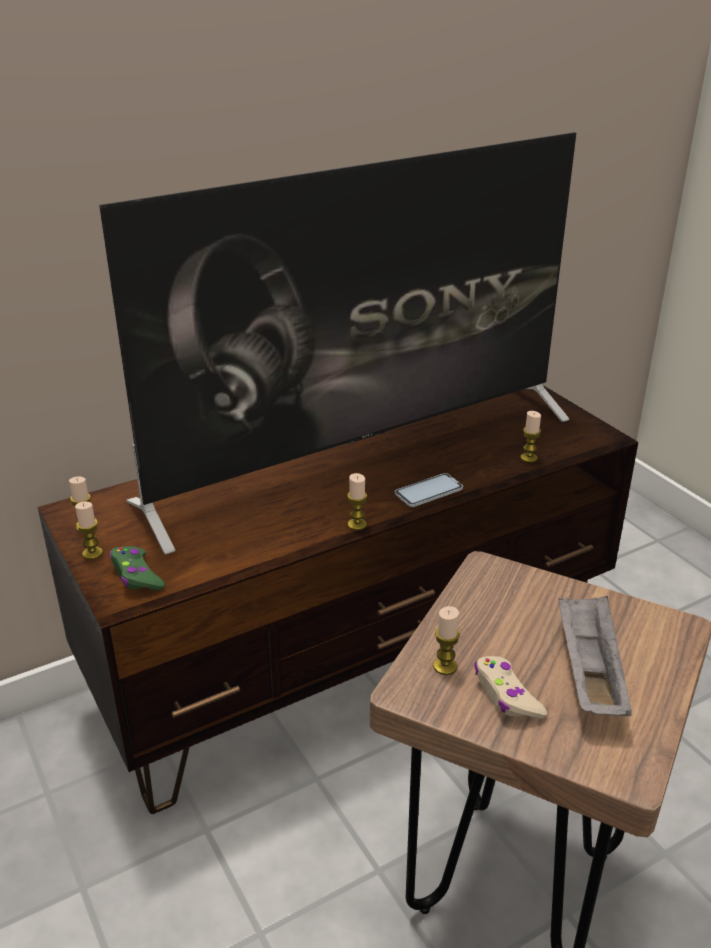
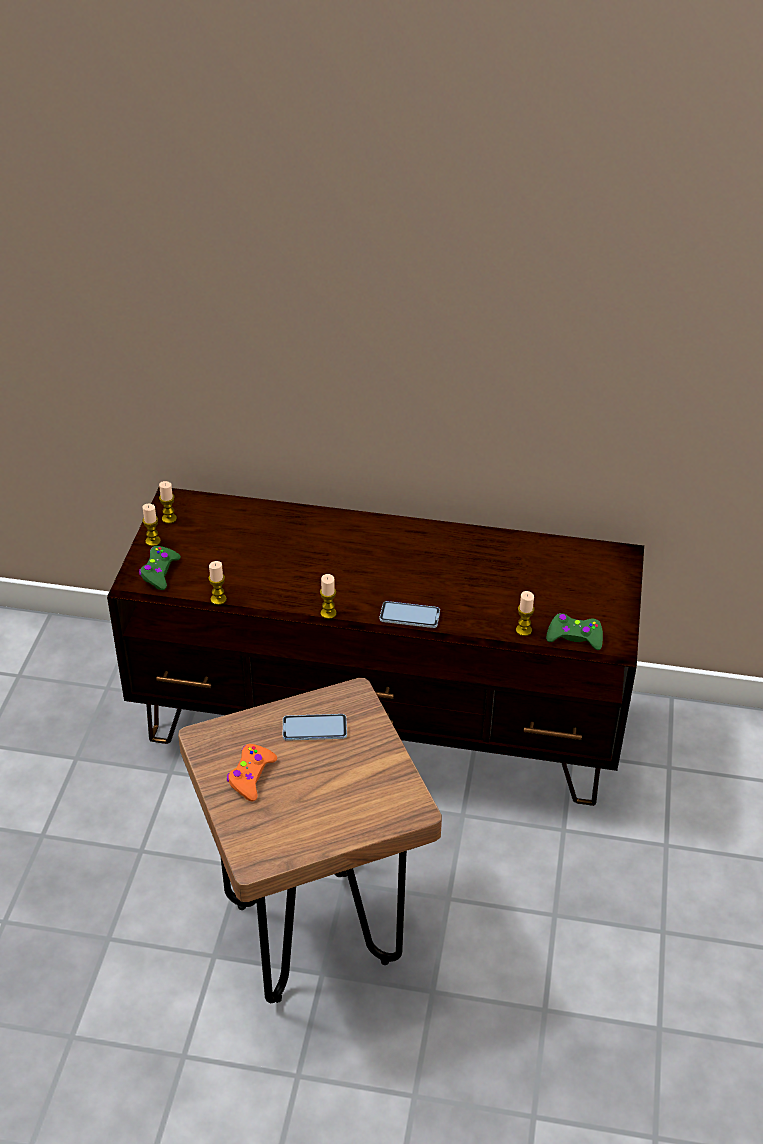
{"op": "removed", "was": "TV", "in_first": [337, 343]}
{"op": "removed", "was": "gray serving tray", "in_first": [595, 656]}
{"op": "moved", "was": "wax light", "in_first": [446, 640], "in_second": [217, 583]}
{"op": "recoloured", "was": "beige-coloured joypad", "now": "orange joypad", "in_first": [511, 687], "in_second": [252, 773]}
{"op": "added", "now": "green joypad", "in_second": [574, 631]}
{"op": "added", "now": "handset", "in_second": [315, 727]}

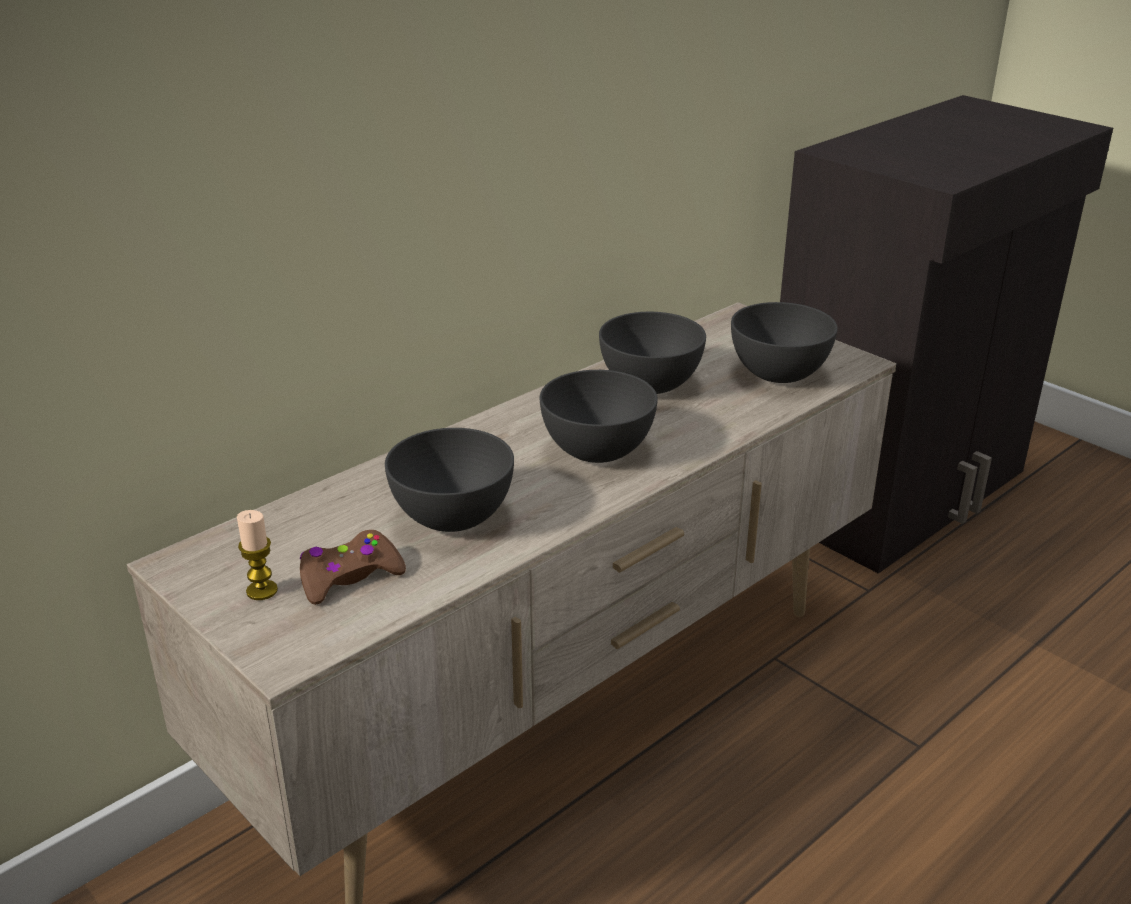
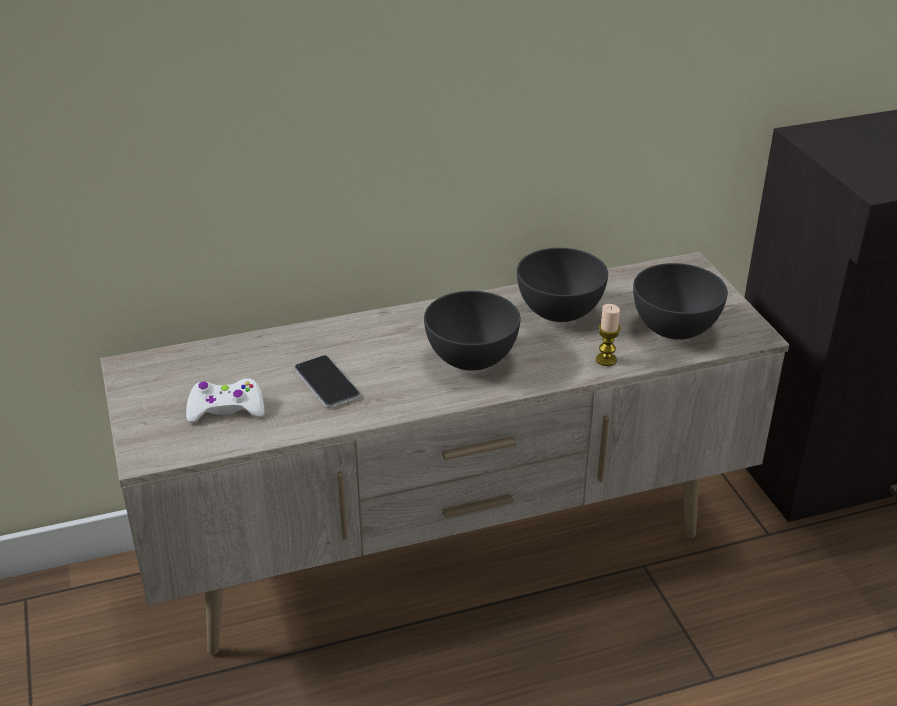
{"op": "replaced", "was": "gray deep dish", "now": "handset", "in_first": [449, 480], "in_second": [327, 381]}
{"op": "moved", "was": "wax light", "in_first": [257, 555], "in_second": [608, 335]}
{"op": "recoloured", "was": "brown joypad", "now": "whitish joypad", "in_first": [353, 567], "in_second": [225, 400]}

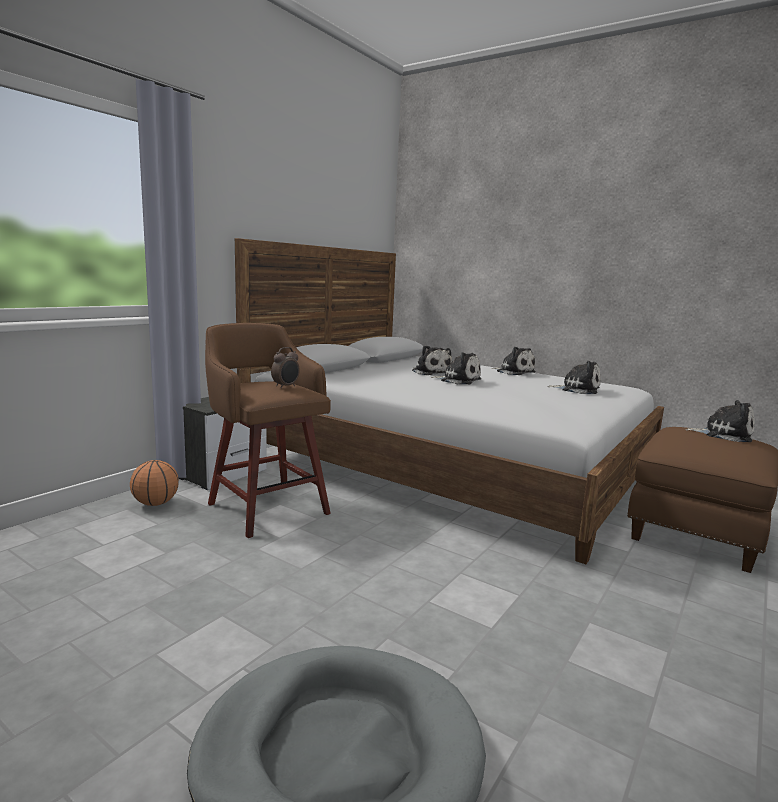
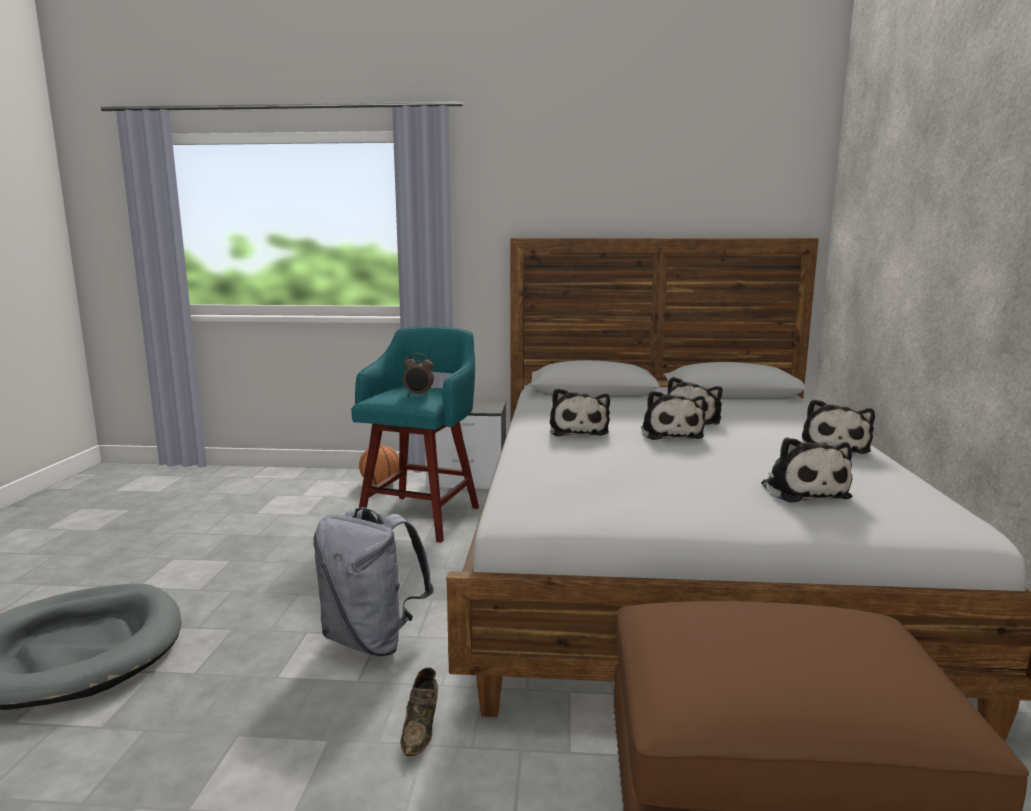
{"op": "recoloured", "was": "brown stool seat", "now": "turquoise stool seat", "in_first": [268, 430], "in_second": [415, 434]}
{"op": "moved", "was": "cuddly toy", "in_first": [720, 421], "in_second": [580, 412]}
{"op": "added", "now": "gray knapsack", "in_second": [373, 581]}
{"op": "added", "now": "brown shoe", "in_second": [419, 712]}

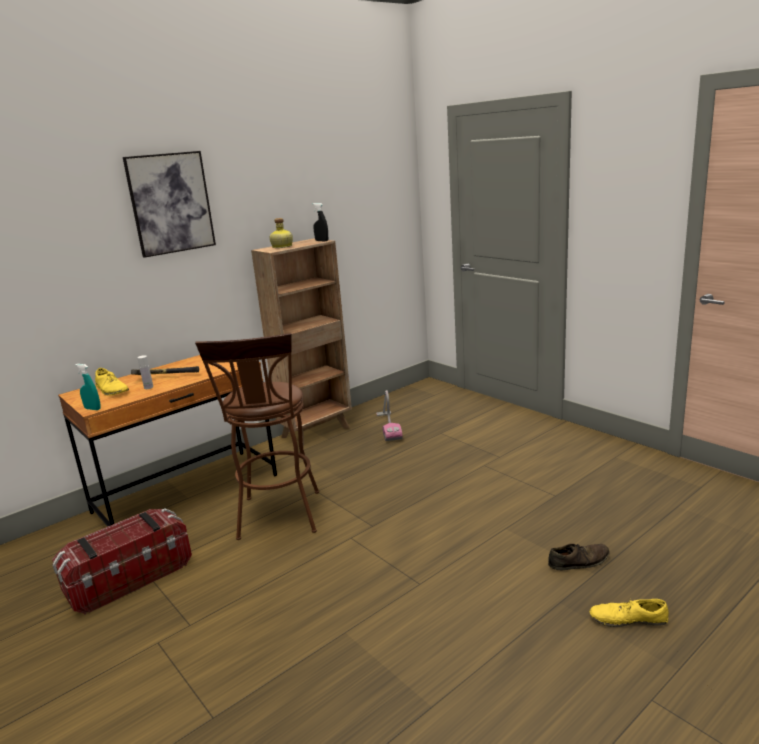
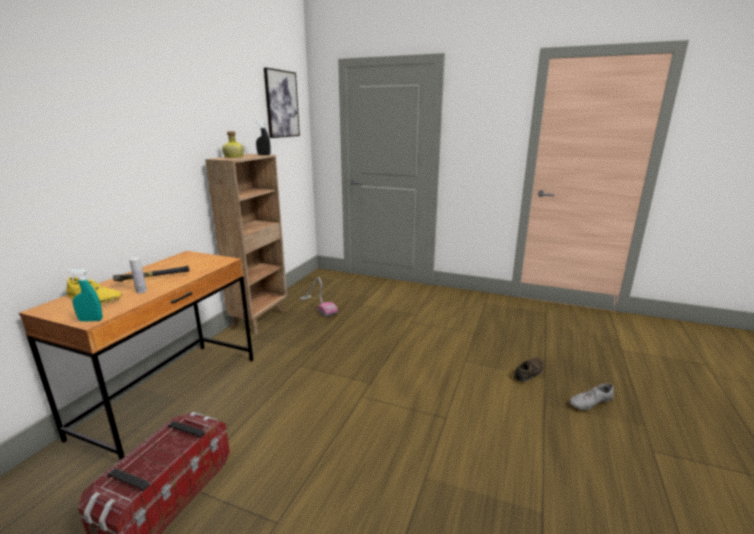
{"op": "moved", "was": "picture", "in_first": [169, 204], "in_second": [282, 103]}
{"op": "removed", "was": "brown stool seat", "in_first": [257, 436]}
{"op": "recoloured", "was": "yellow shoe", "now": "gray shoe", "in_first": [629, 613], "in_second": [591, 397]}

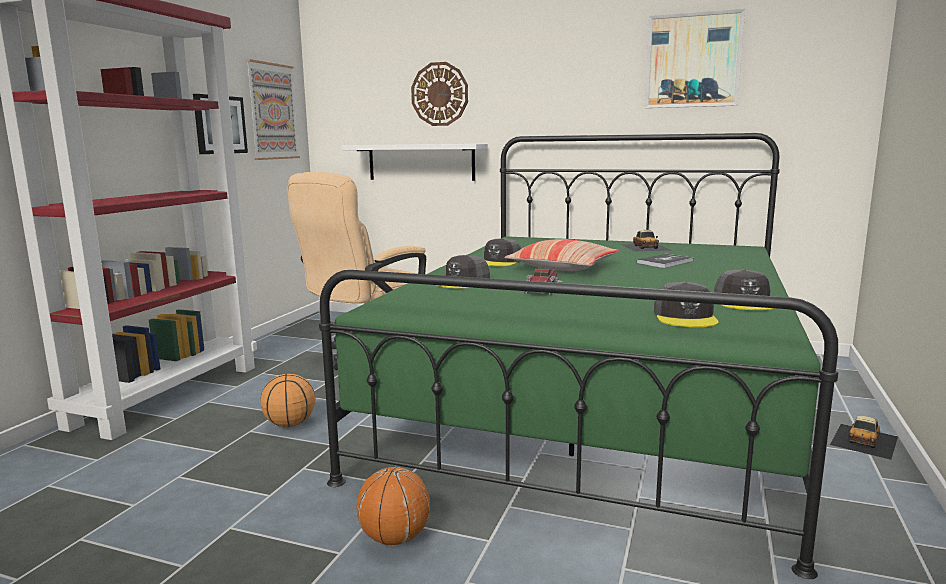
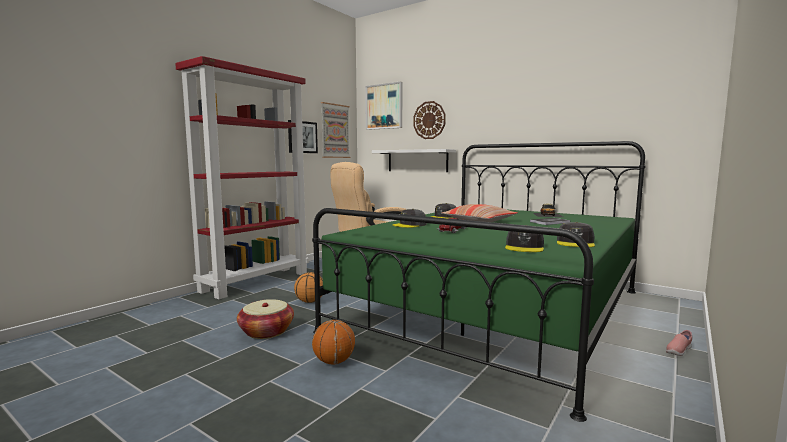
{"op": "moved", "was": "picture", "in_first": [695, 58], "in_second": [383, 105]}
{"op": "replaced", "was": "model car", "now": "pinkish shoe", "in_first": [864, 438], "in_second": [679, 343]}
{"op": "added", "now": "basket", "in_second": [265, 319]}

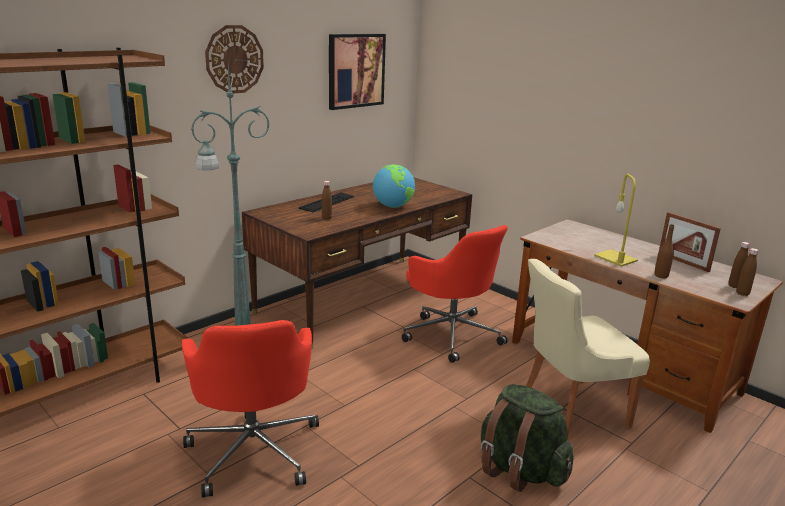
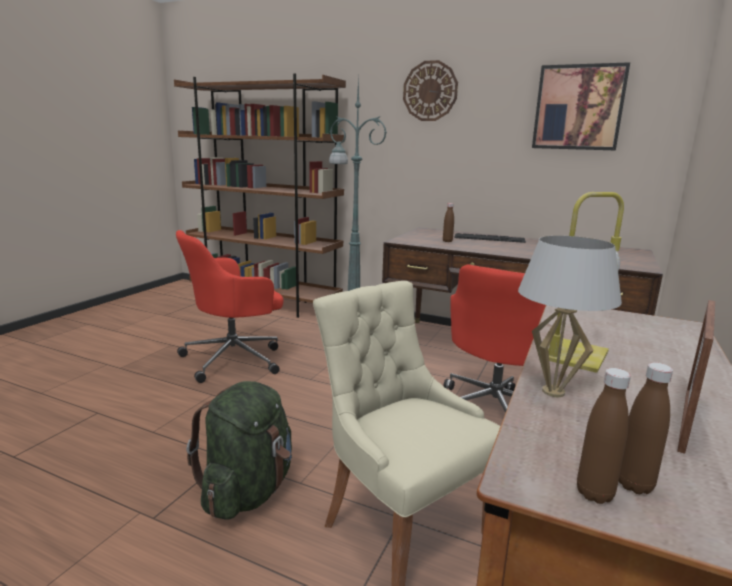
{"op": "removed", "was": "globe", "in_first": [394, 186]}
{"op": "replaced", "was": "brown bottle", "now": "whitish tabletop lamp", "in_first": [664, 251], "in_second": [570, 316]}

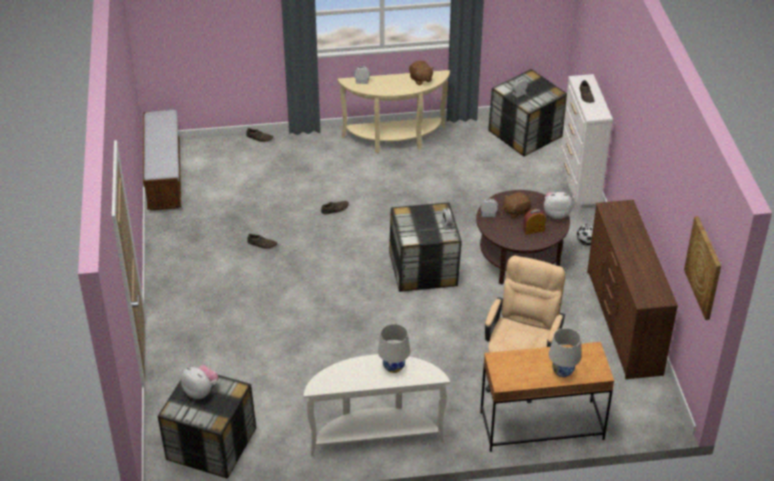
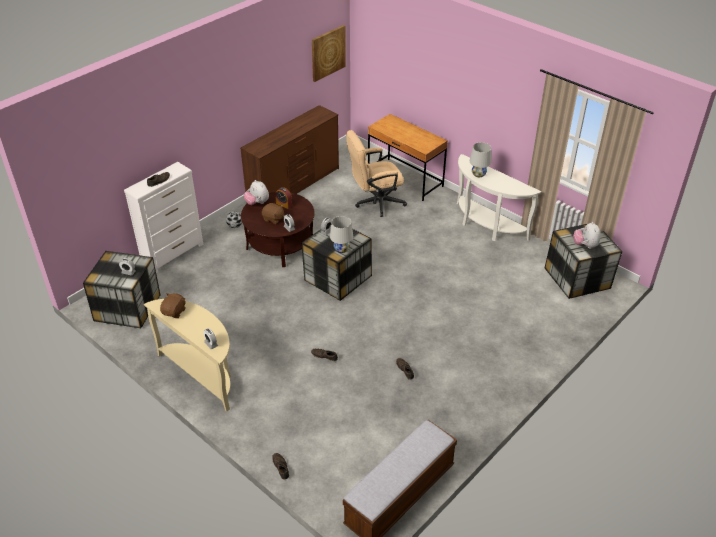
{"op": "moved", "was": "whitish tabletop lamp", "in_first": [565, 352], "in_second": [341, 234]}

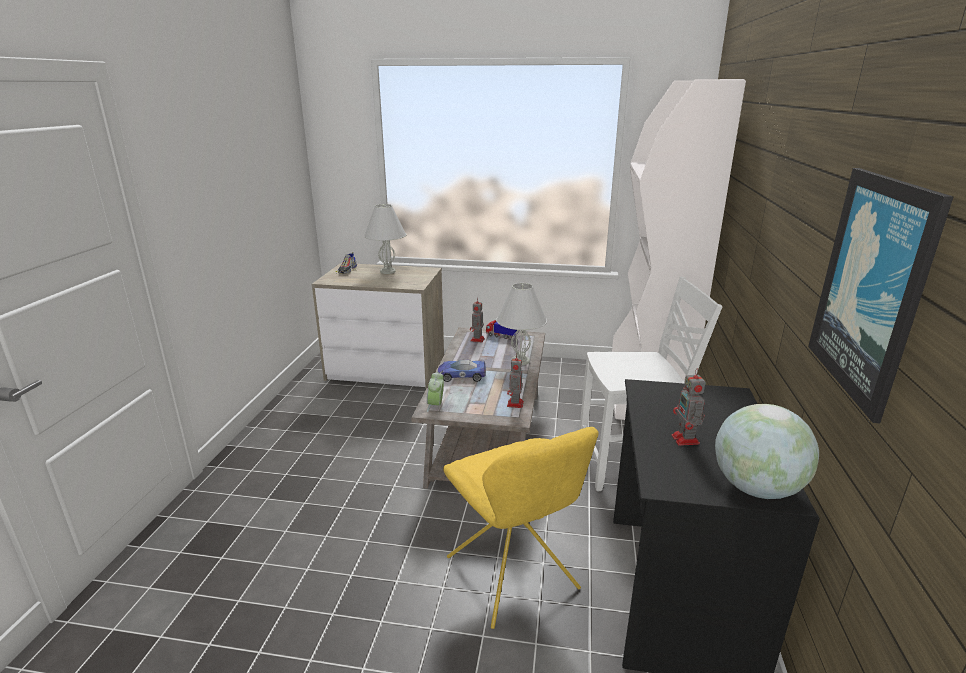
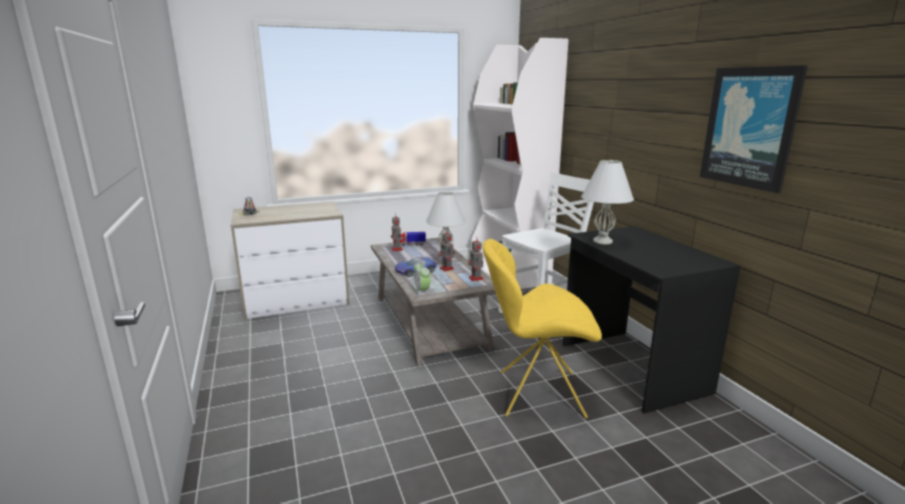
{"op": "moved", "was": "whitish tabletop lamp", "in_first": [385, 239], "in_second": [607, 202]}
{"op": "moved", "was": "toy robot", "in_first": [689, 407], "in_second": [446, 250]}
{"op": "removed", "was": "globe", "in_first": [767, 451]}
{"op": "turned", "was": "yellow upright chair", "in_first": [521, 528], "in_second": [542, 328], "clockwise": 150}

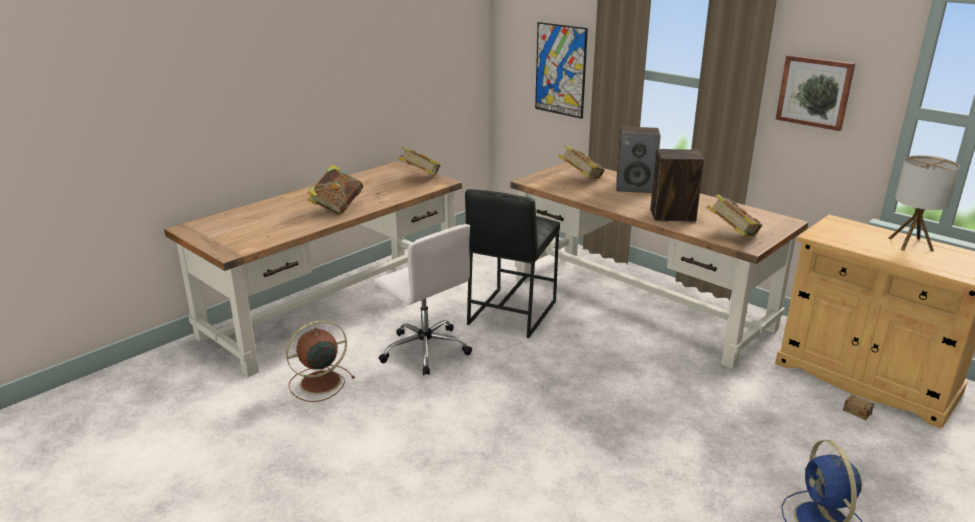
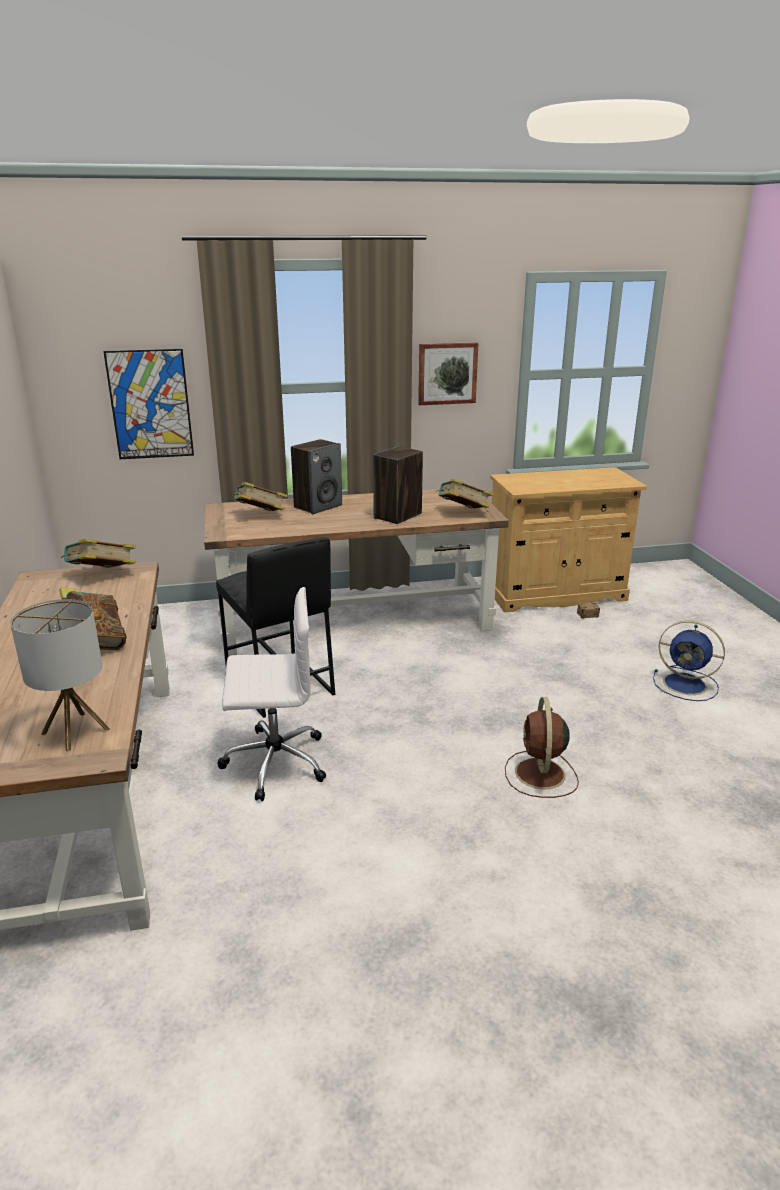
{"op": "moved", "was": "tabletop lamp", "in_first": [924, 203], "in_second": [60, 675]}
{"op": "moved", "was": "brown cooling fan", "in_first": [320, 361], "in_second": [542, 747]}

